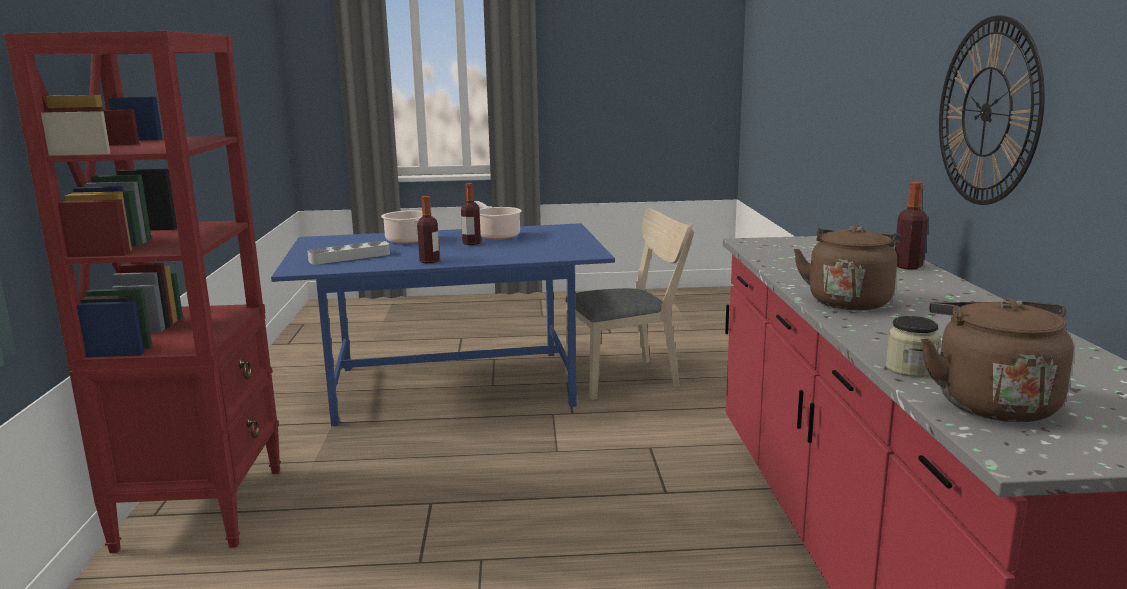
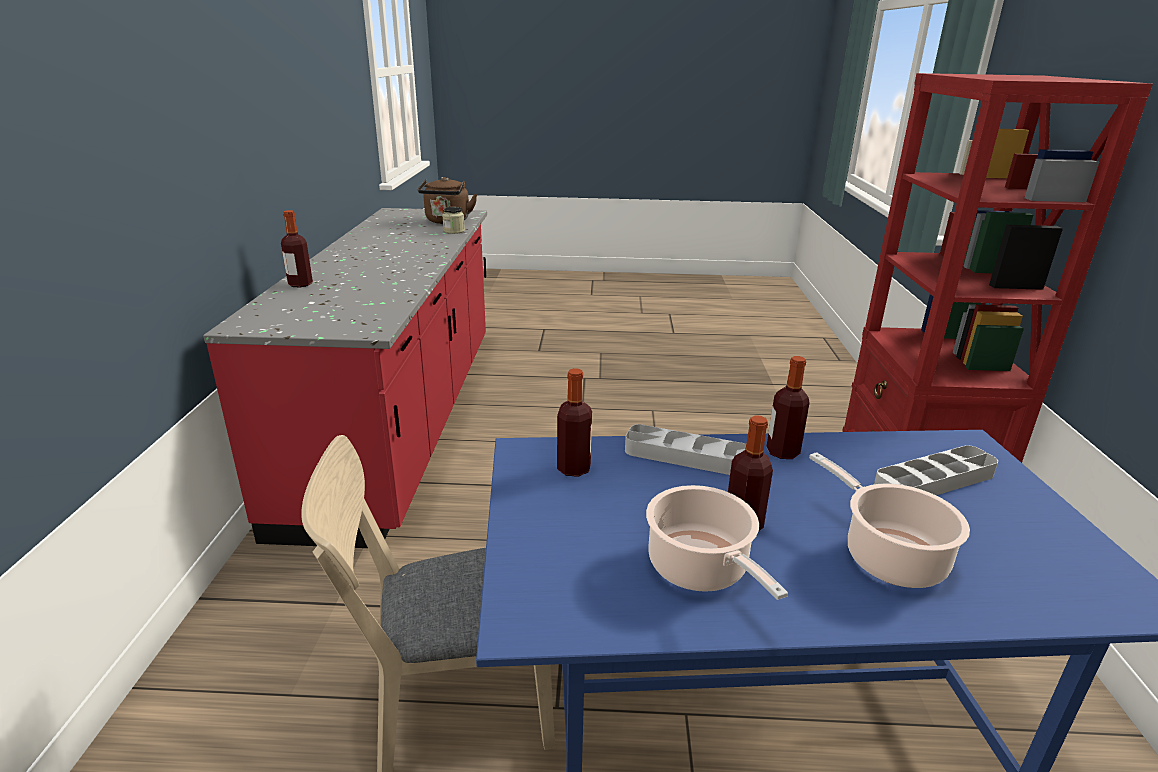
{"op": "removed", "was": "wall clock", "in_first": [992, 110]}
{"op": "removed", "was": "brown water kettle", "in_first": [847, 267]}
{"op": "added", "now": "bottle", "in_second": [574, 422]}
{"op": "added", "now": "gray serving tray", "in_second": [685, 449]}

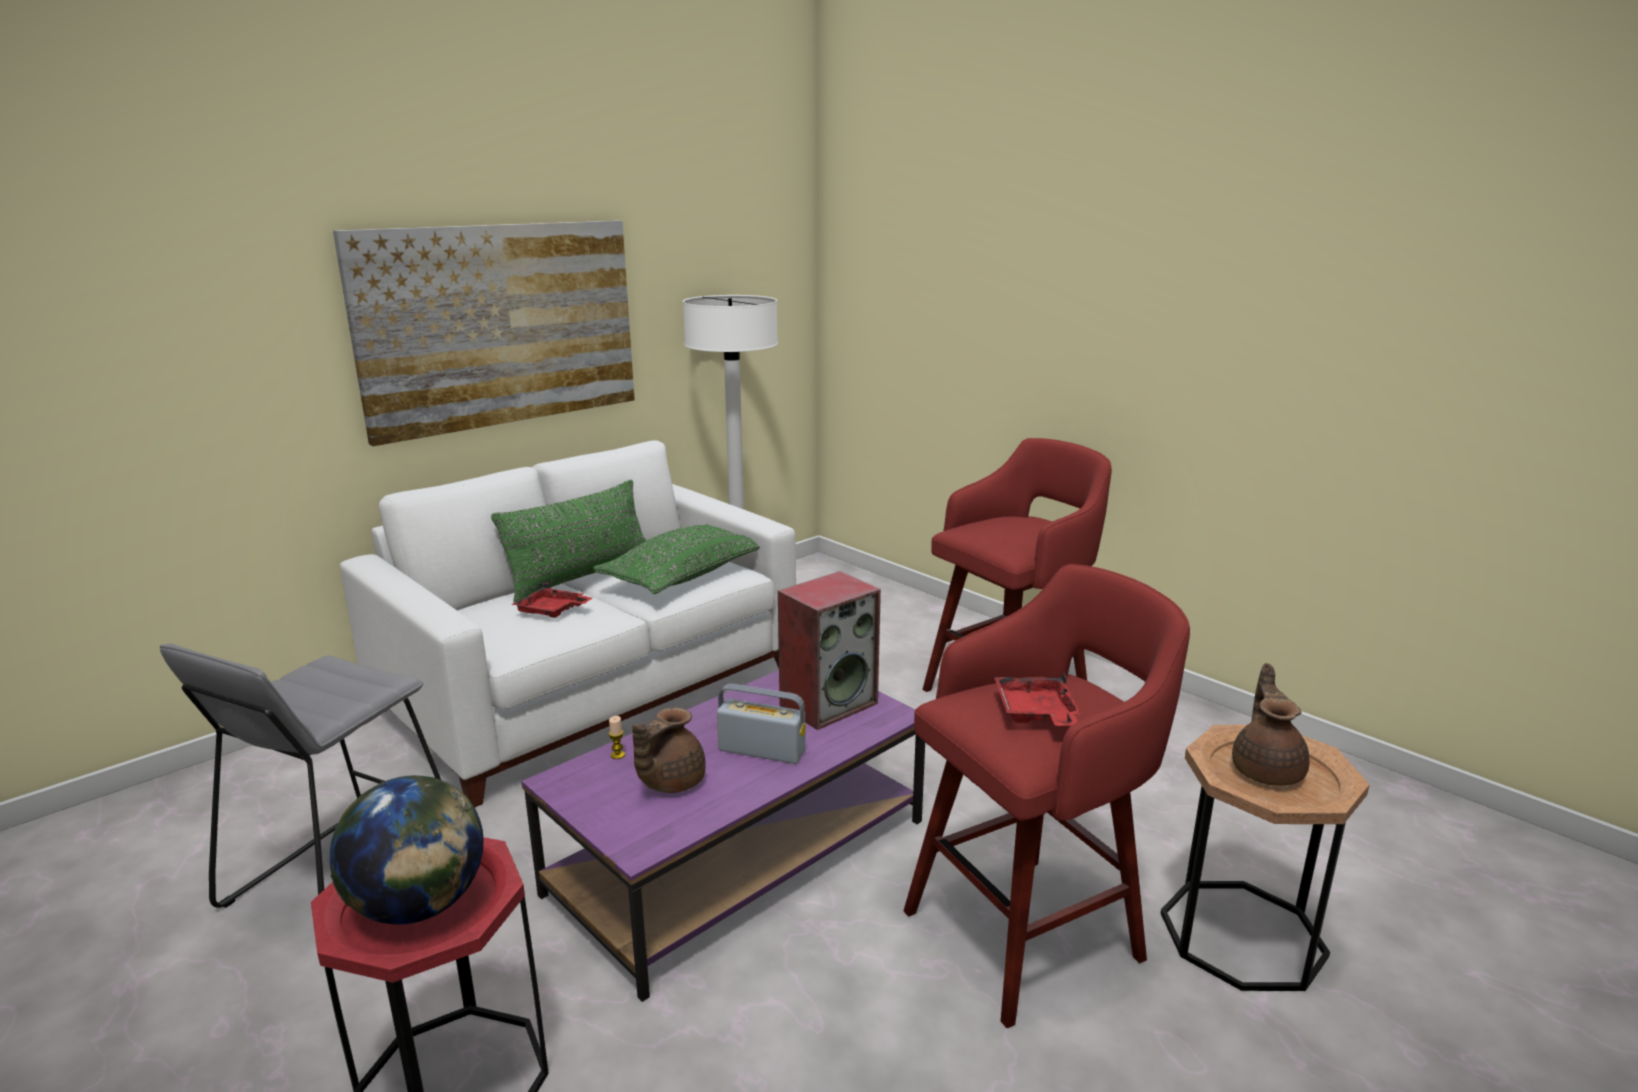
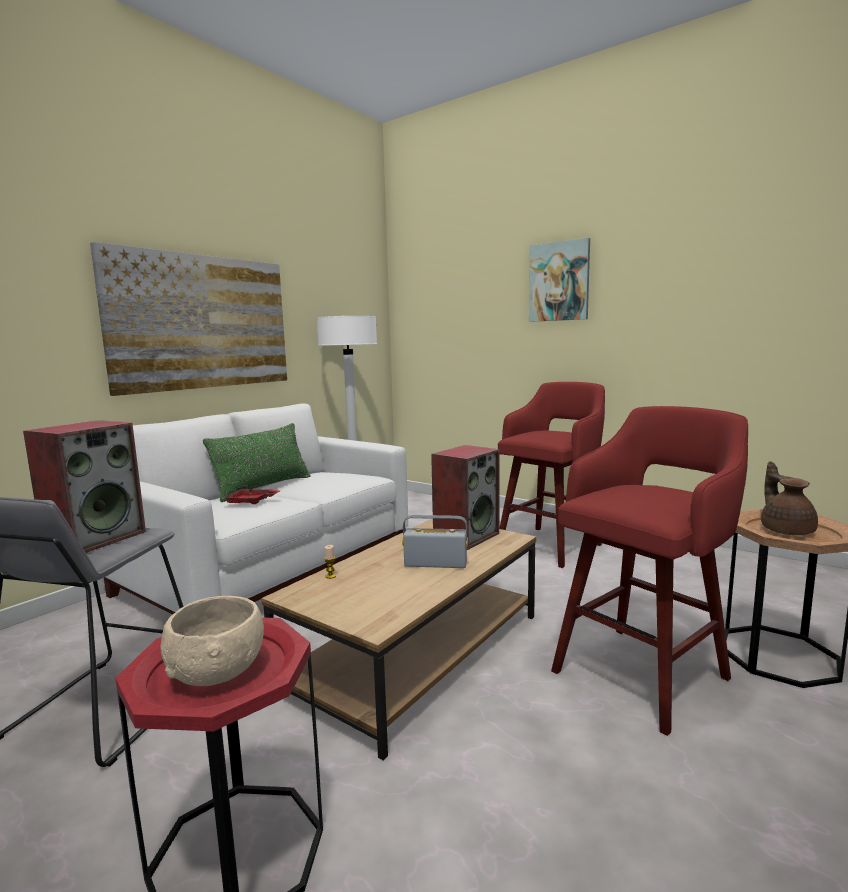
{"op": "removed", "was": "green throw pillow", "in_first": [676, 559]}
{"op": "recoloured", "was": "purplish lounge table", "now": "brown lounge table", "in_first": [723, 836], "in_second": [398, 639]}
{"op": "removed", "was": "red-coloured serving tray", "in_first": [1037, 699]}
{"op": "removed", "was": "brown tea pot", "in_first": [669, 750]}
{"op": "replaced", "was": "globe", "now": "beige-coloured deep dish", "in_first": [407, 850], "in_second": [212, 641]}
{"op": "added", "now": "picture", "in_second": [559, 280]}
{"op": "added", "now": "loudspeaker", "in_second": [84, 486]}

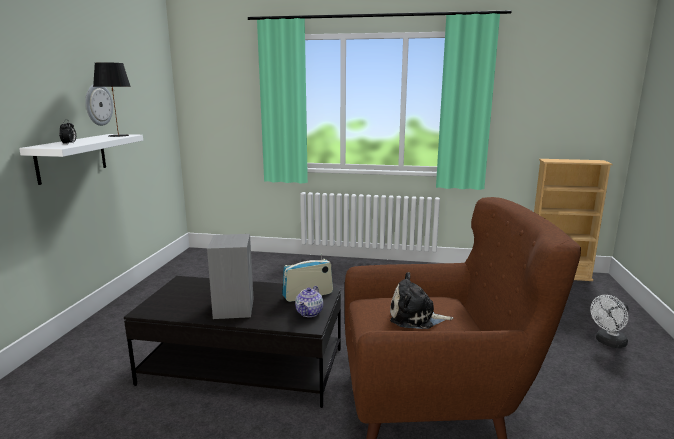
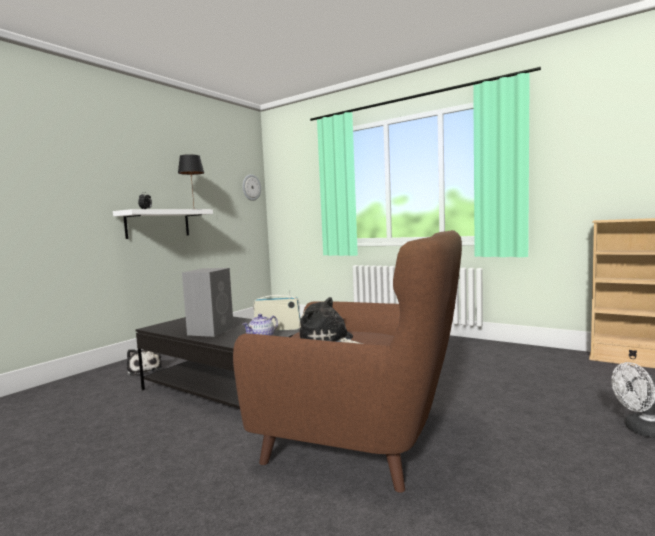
{"op": "moved", "was": "wall clock", "in_first": [99, 105], "in_second": [251, 187]}
{"op": "added", "now": "cuddly toy", "in_second": [144, 362]}

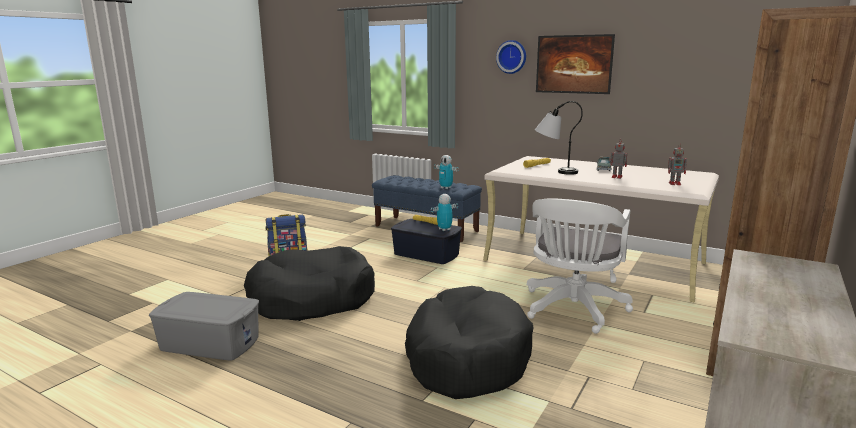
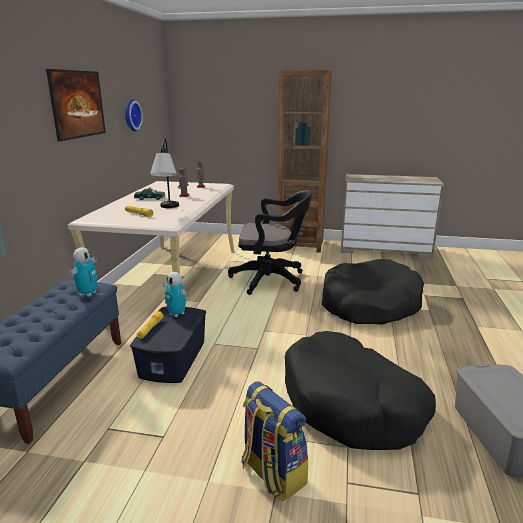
{"op": "moved", "was": "wall clock", "in_first": [511, 57], "in_second": [134, 115]}
{"op": "recoloured", "was": "whitish desk chair", "now": "black desk chair", "in_first": [580, 266], "in_second": [270, 242]}

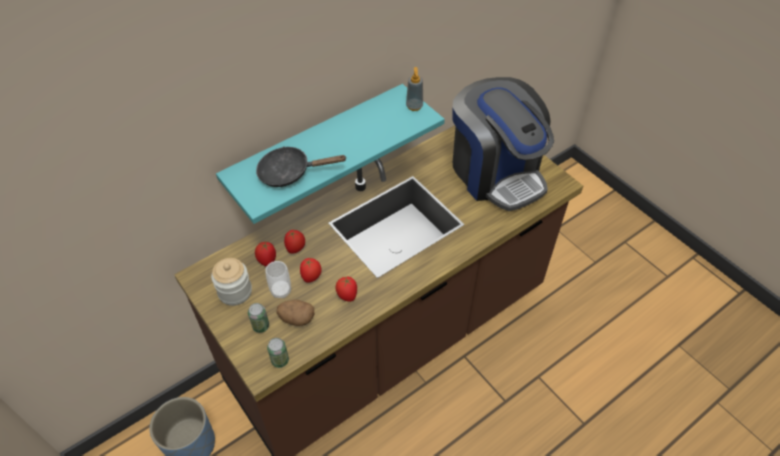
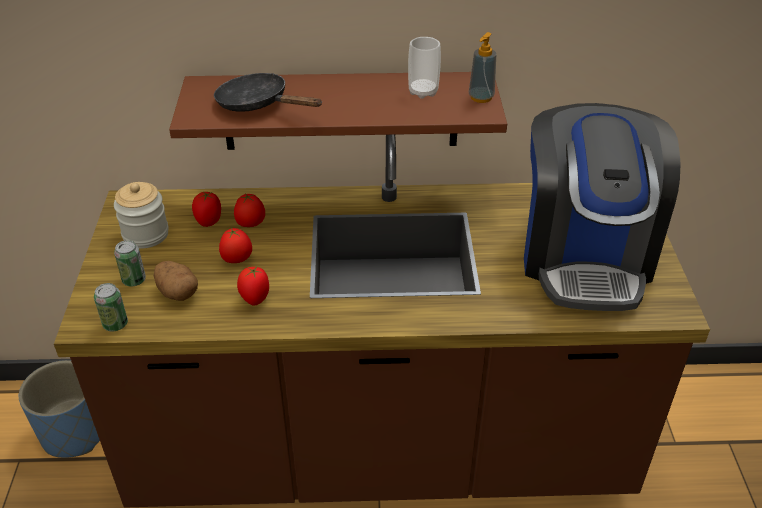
{"op": "recoloured", "was": "turquoise wall shelf", "now": "brown wall shelf", "in_first": [330, 154], "in_second": [338, 111]}
{"op": "moved", "was": "drinking cup", "in_first": [278, 279], "in_second": [424, 68]}

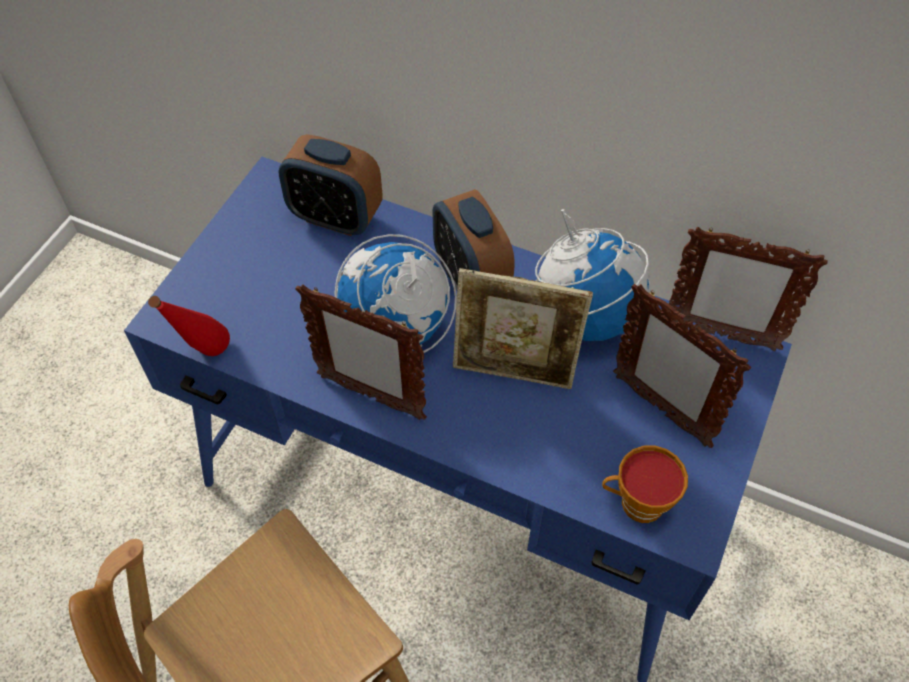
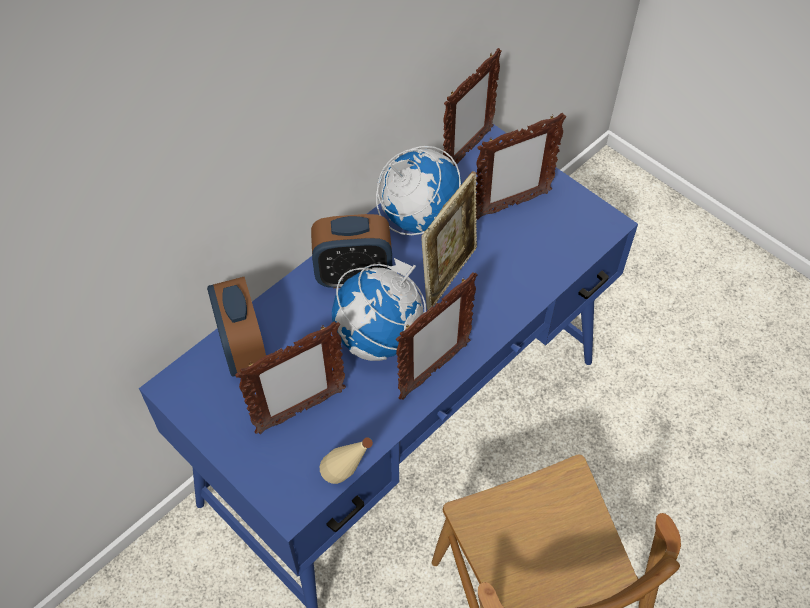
{"op": "turned", "was": "alarm clock", "in_first": [330, 185], "in_second": [236, 327], "clockwise": 120}
{"op": "recoloured", "was": "red-coloured bottle", "now": "beige-coloured bottle", "in_first": [189, 326], "in_second": [346, 460]}
{"op": "removed", "was": "drinking cup", "in_first": [645, 484]}
{"op": "added", "now": "picture frame", "in_second": [290, 377]}

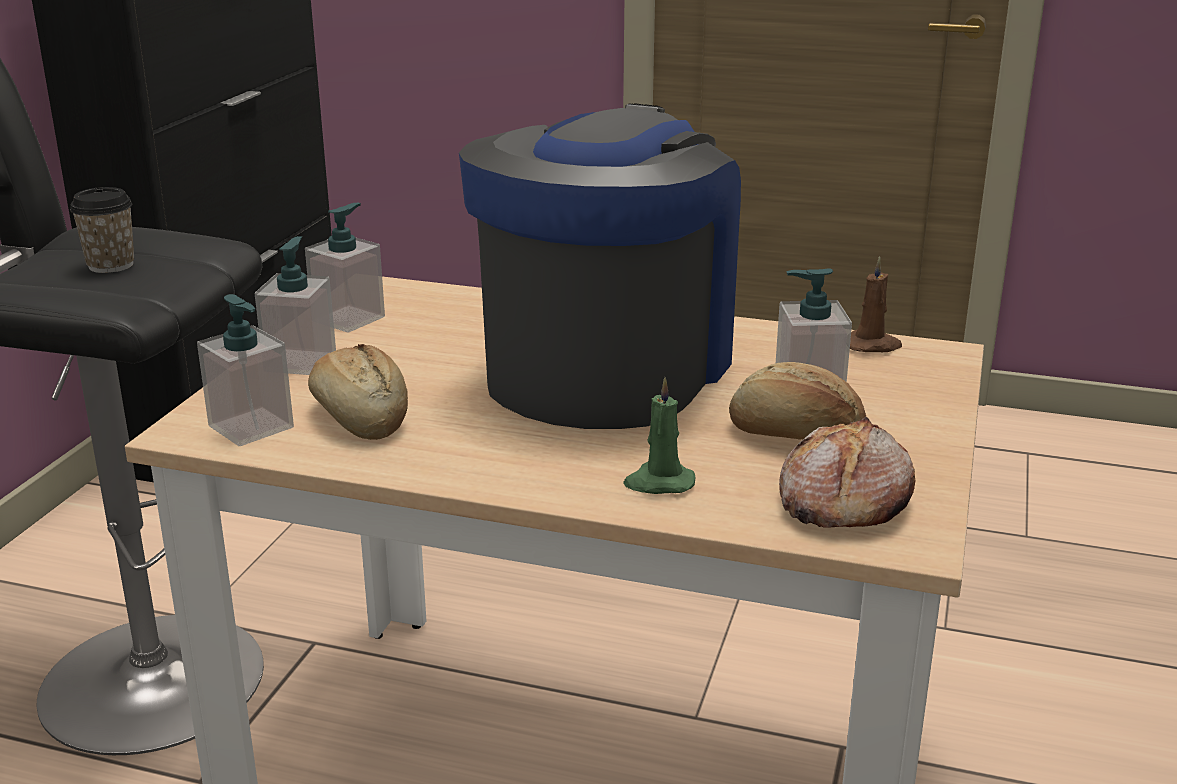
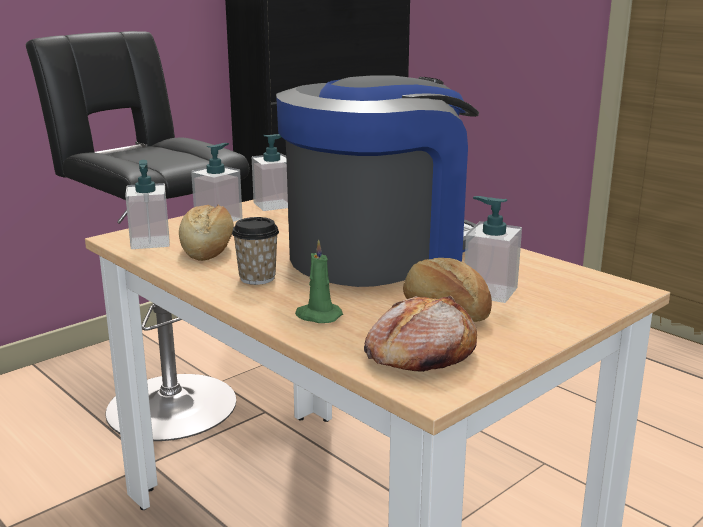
{"op": "moved", "was": "drinking cup", "in_first": [102, 230], "in_second": [255, 251]}
{"op": "removed", "was": "brown wax light", "in_first": [876, 304]}

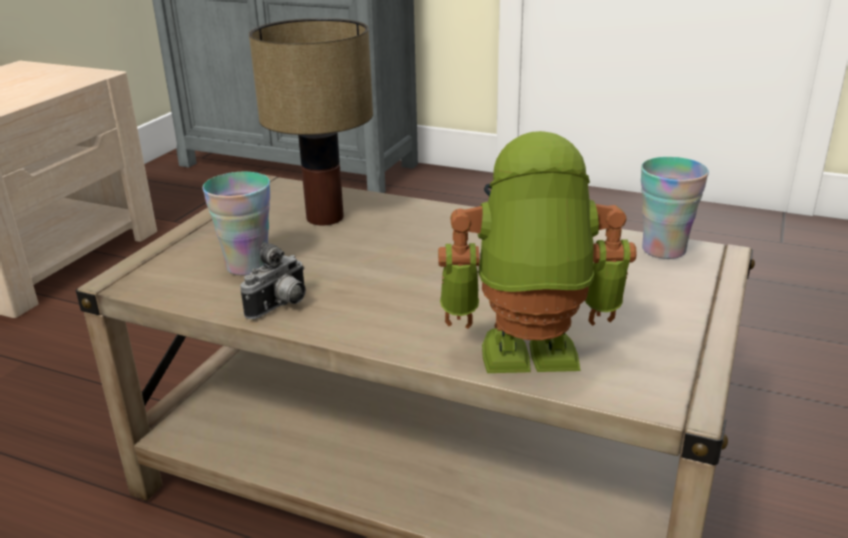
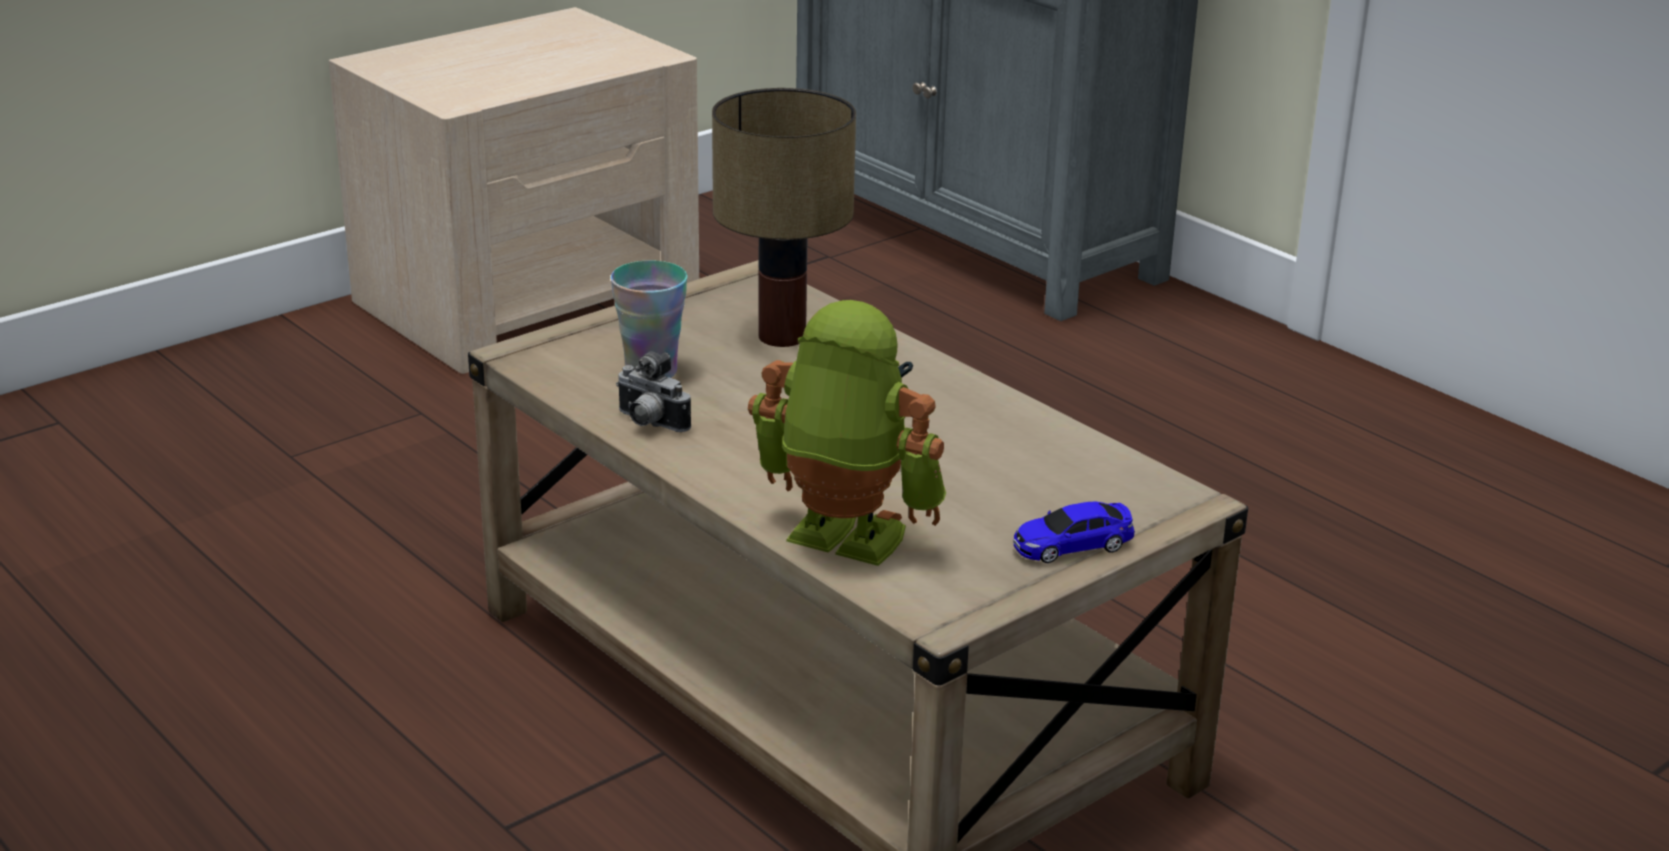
{"op": "removed", "was": "drinking cup", "in_first": [675, 208]}
{"op": "turned", "was": "photo camera", "in_first": [273, 280], "in_second": [653, 391], "clockwise": 60}
{"op": "added", "now": "model car", "in_second": [1074, 532]}

